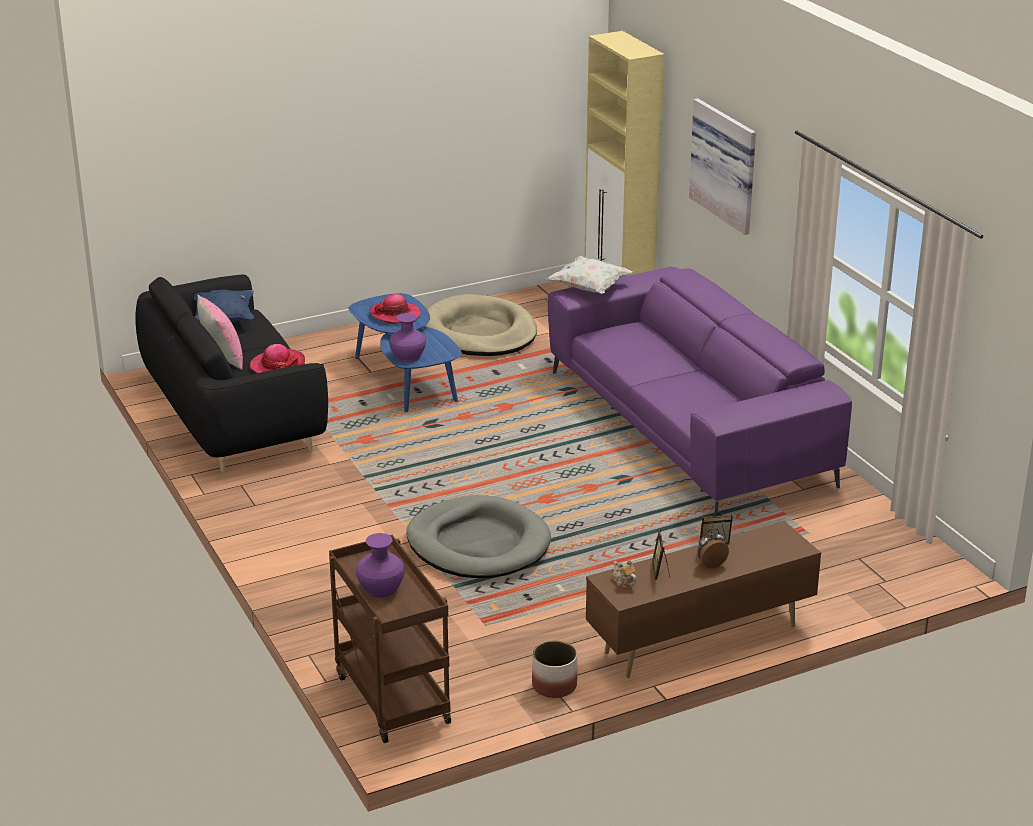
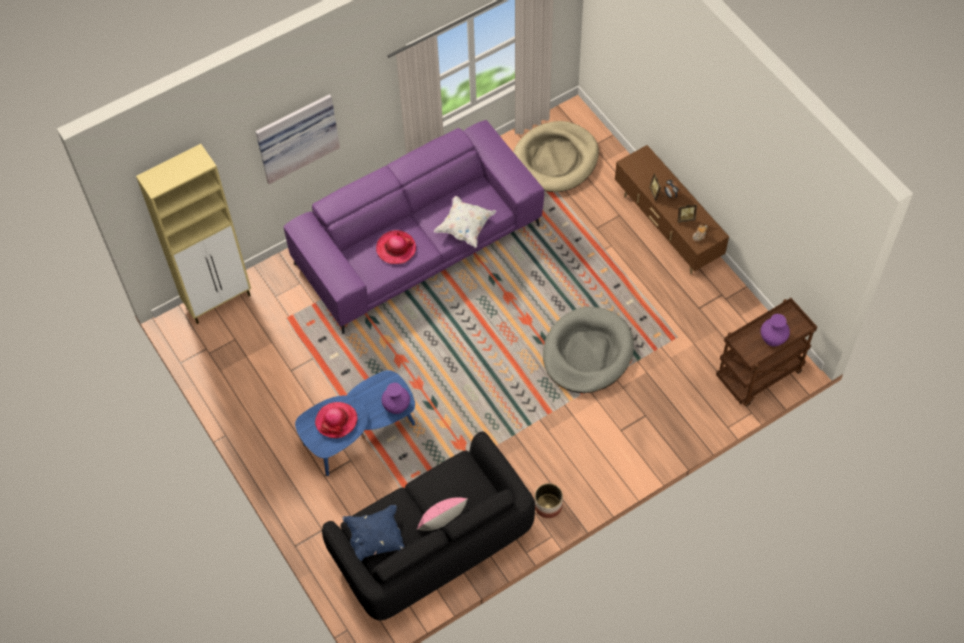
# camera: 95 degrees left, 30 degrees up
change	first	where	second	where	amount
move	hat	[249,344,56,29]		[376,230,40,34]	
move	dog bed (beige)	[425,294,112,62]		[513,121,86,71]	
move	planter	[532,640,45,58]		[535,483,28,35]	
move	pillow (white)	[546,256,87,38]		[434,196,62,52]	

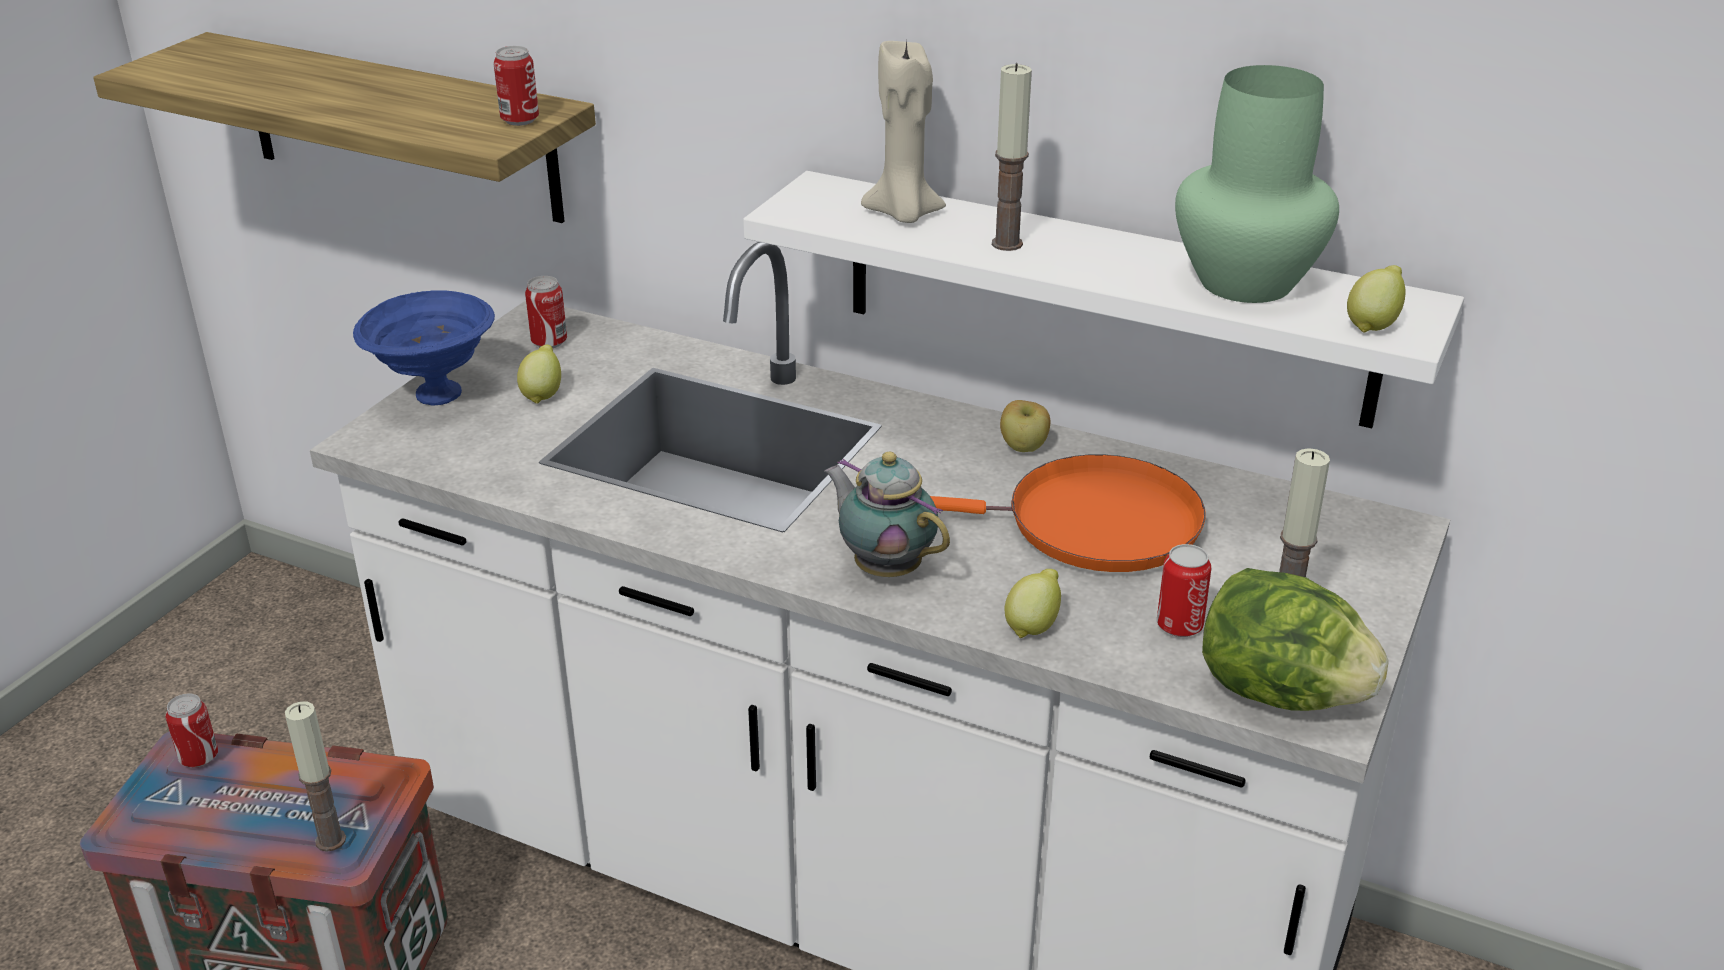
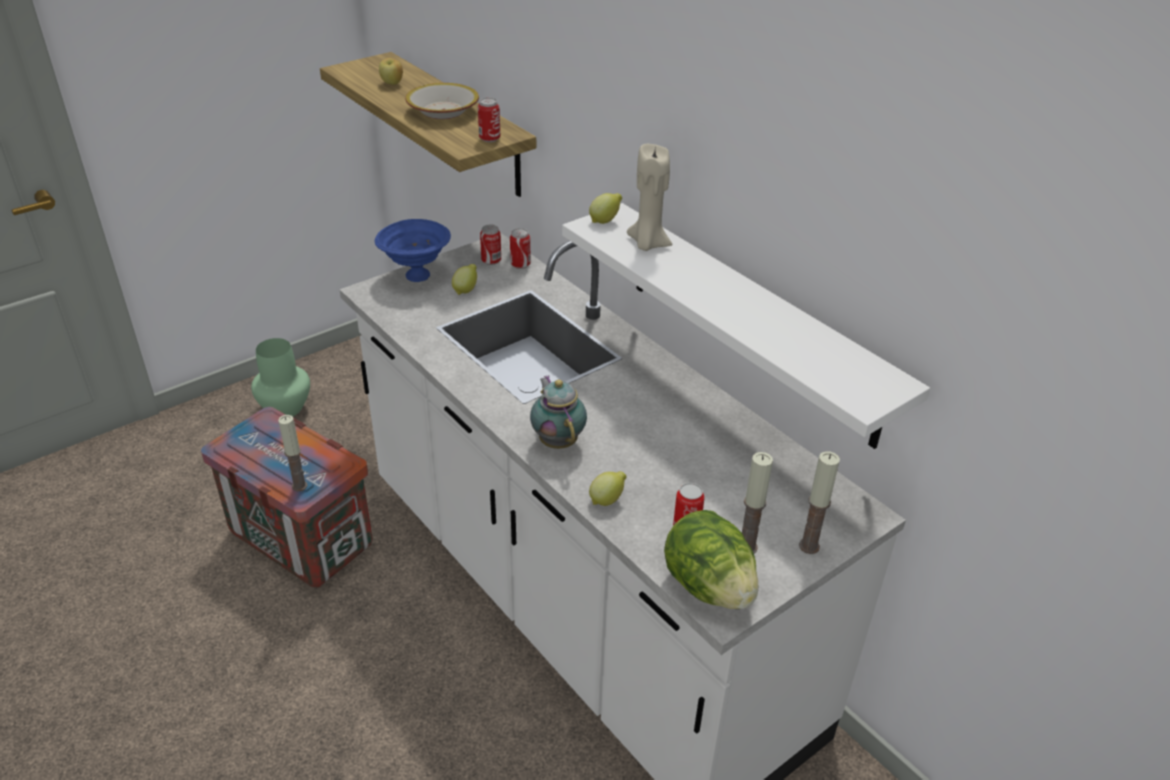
# camera: 25 degrees right, 5 degrees up
change	first	where	second	where	amount
move	can	[165,694,53,74]		[510,228,21,41]	
delete	frying pan (orange)	[930,454,276,118]			
move	candle	[992,63,40,188]		[799,451,41,103]	
move	apple	[1000,400,50,52]		[379,58,24,27]	
move	vase (green)	[1175,65,164,238]		[251,338,59,79]	
move	lemon	[1347,265,59,68]		[589,193,33,31]	
insert			bowl	[405,83,74,36]	

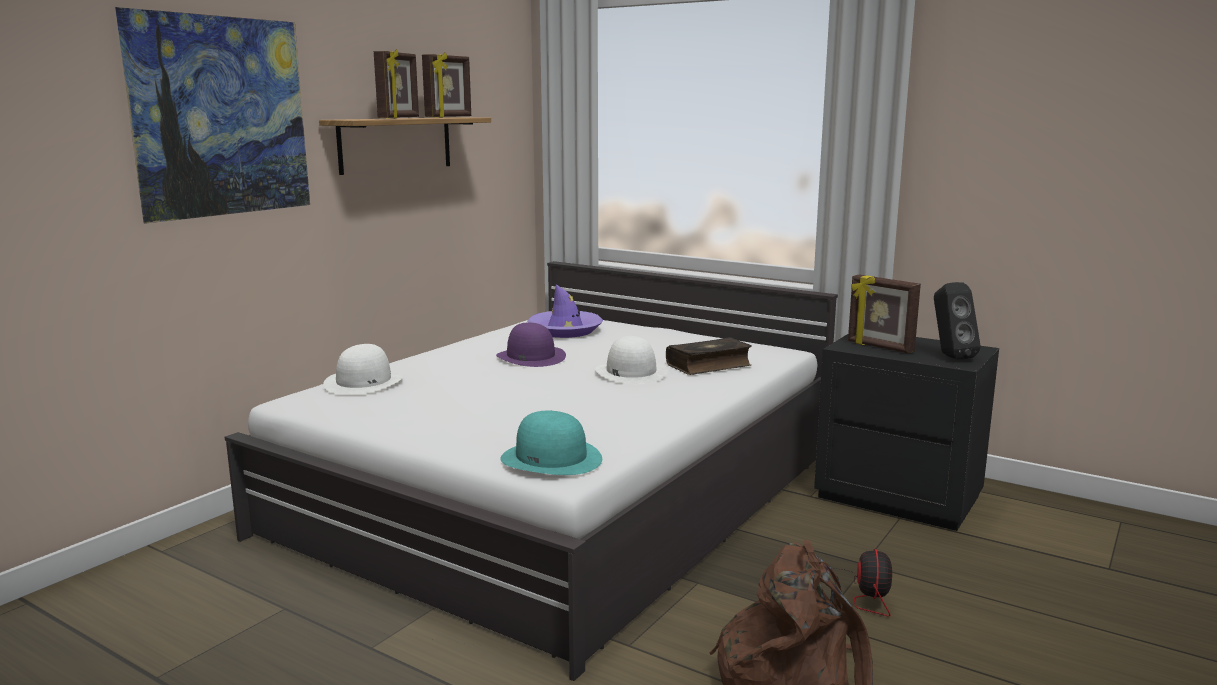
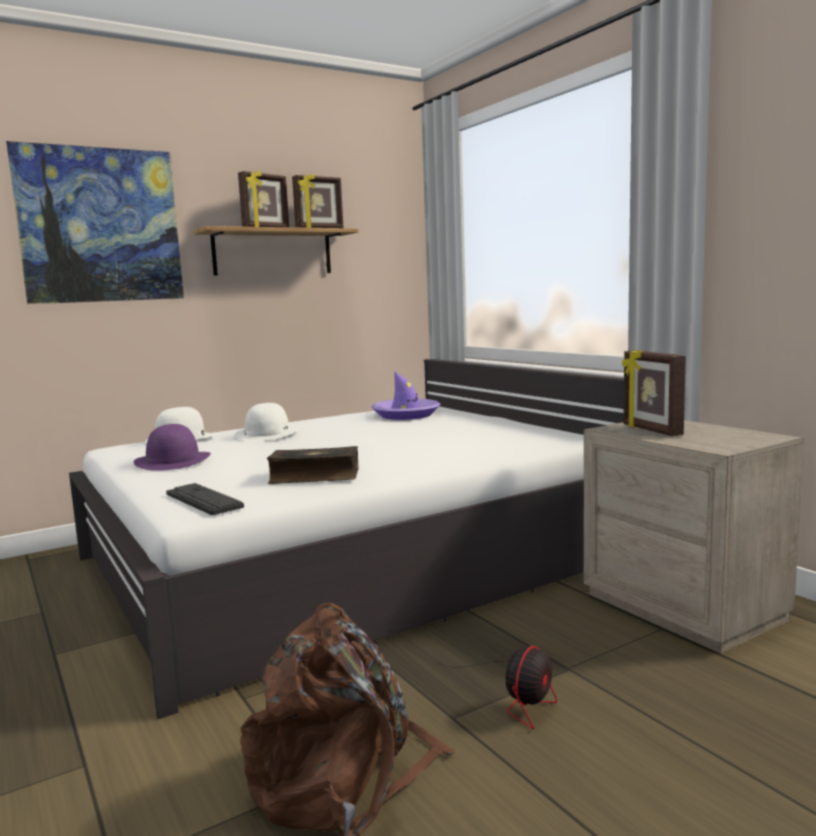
# camera: 25 degrees right, 5 degrees down
change	first	where	second	where	amount
move	hat (purple)	[496,322,70,45]		[134,424,77,47]	
replace	hat (turquoise)	[500,411,102,64]	keyboard	[166,483,78,32]	
move	hat (white)	[595,336,73,48]		[234,403,66,39]	
move	book	[666,337,86,38]		[267,446,92,38]	
recolor	nightstand (black)	[814,334,185,197]	nightstand (beige)	[583,420,221,233]	
delete	speaker (black)	[934,282,47,77]			

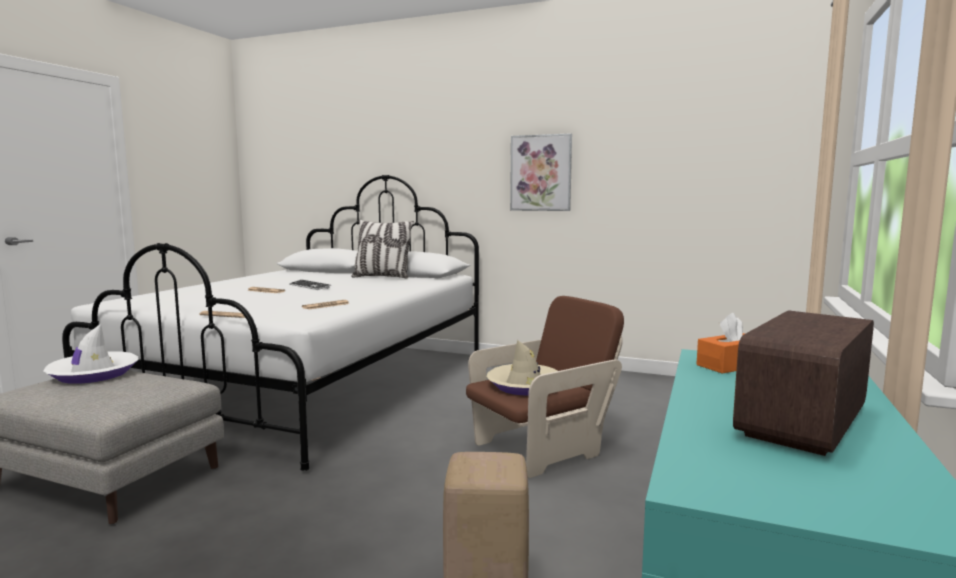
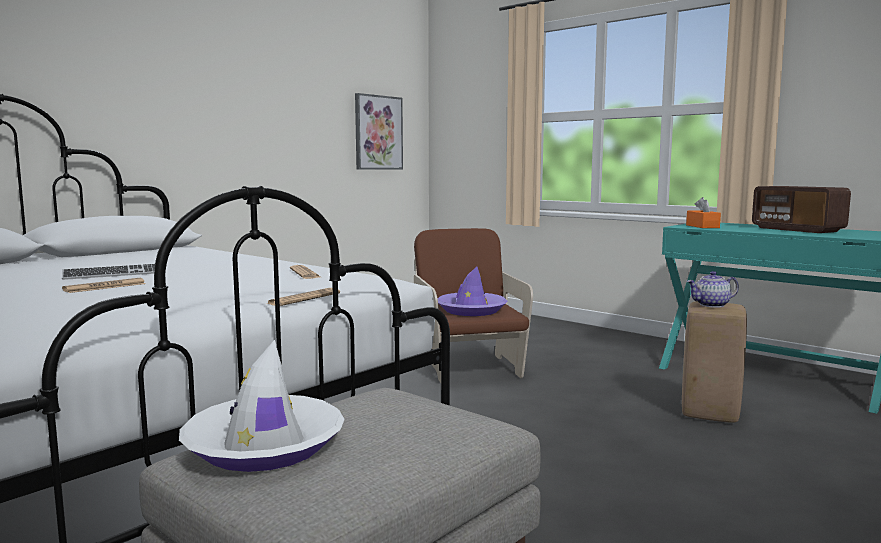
# camera: 70 degrees left, 0 degrees up
change	first	where	second	where	amount
delete	pillow	[351,219,63,59]			
recolor	hat (beige)	[487,340,70,56]	hat (purple)	[438,267,69,49]	
move	picture	[510,133,62,78]		[355,93,48,77]	
insert			teapot	[687,271,52,37]	

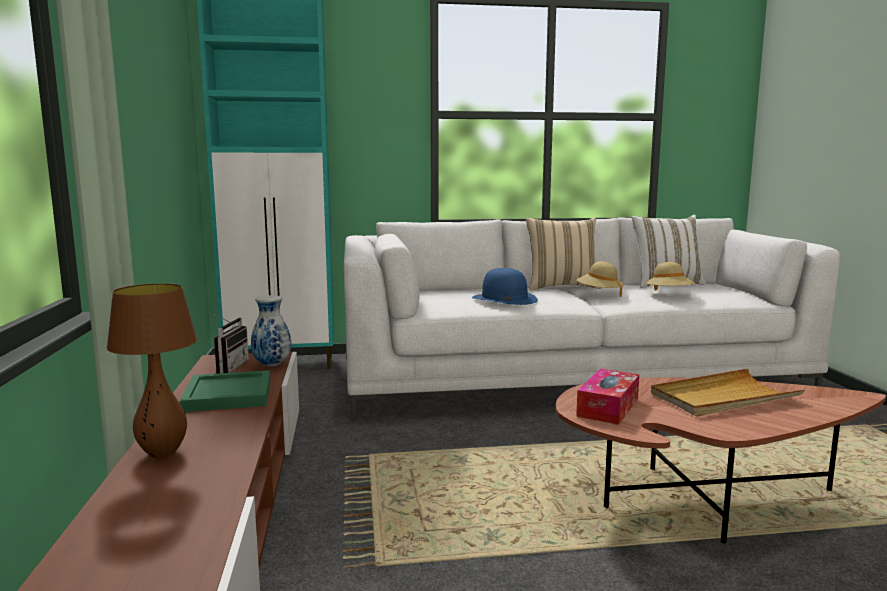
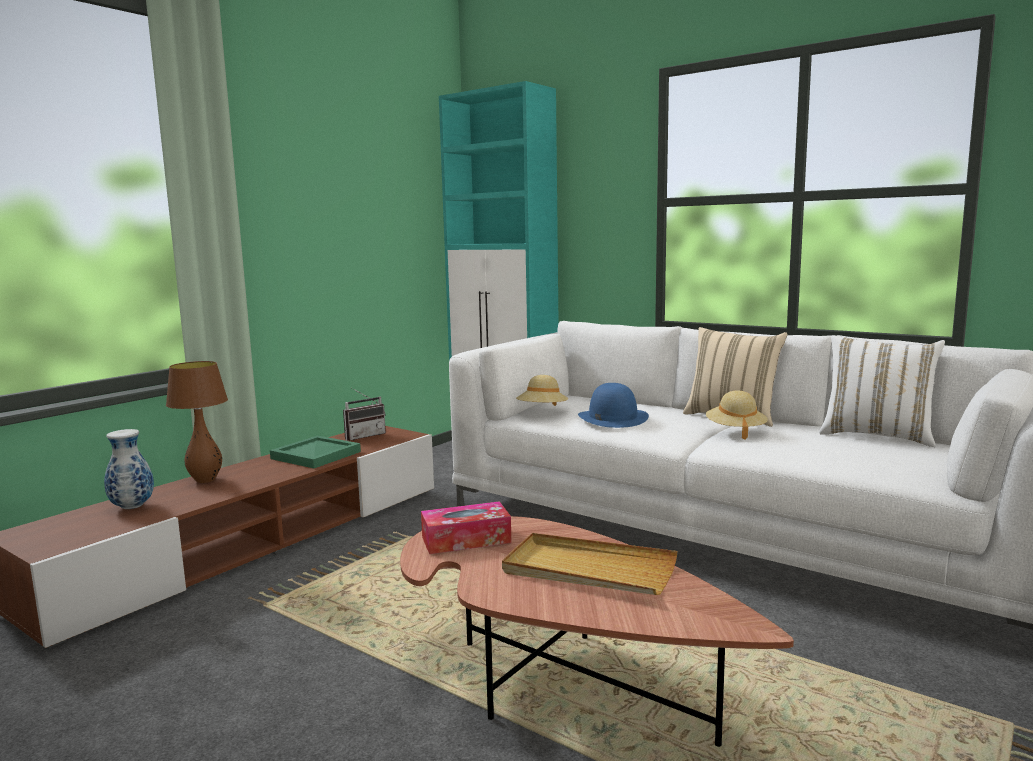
# camera: 45 degrees right, 0 degrees up
change	first	where	second	where	amount
move	vase	[251,295,40,71]		[104,429,50,80]	
move	hat (beige)	[645,262,51,29]		[516,375,53,31]	

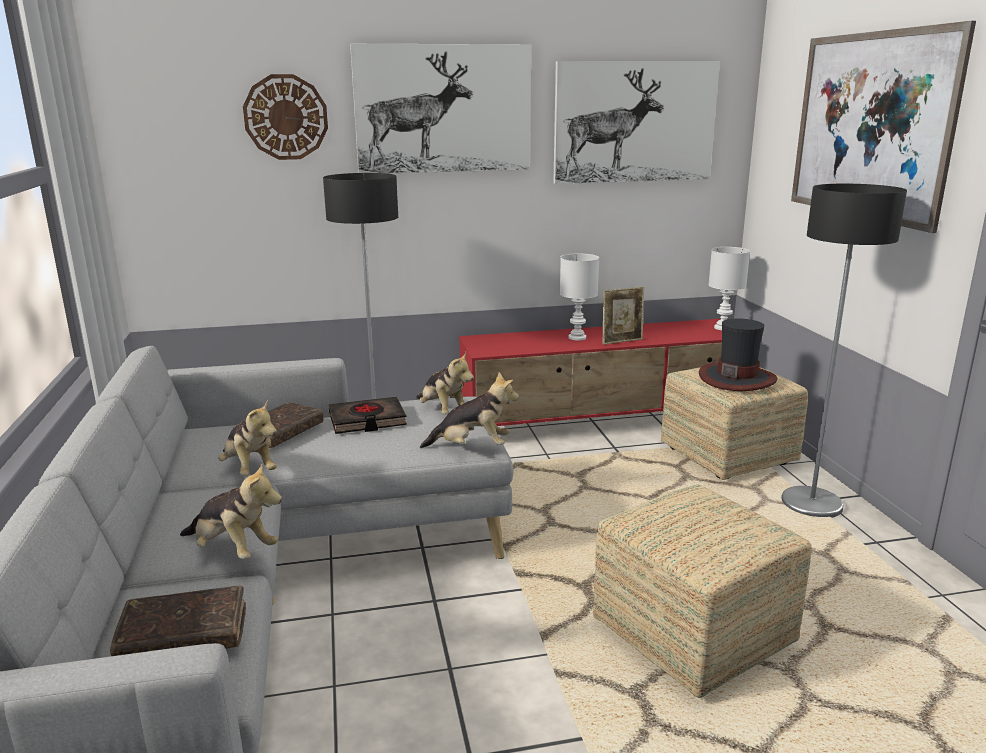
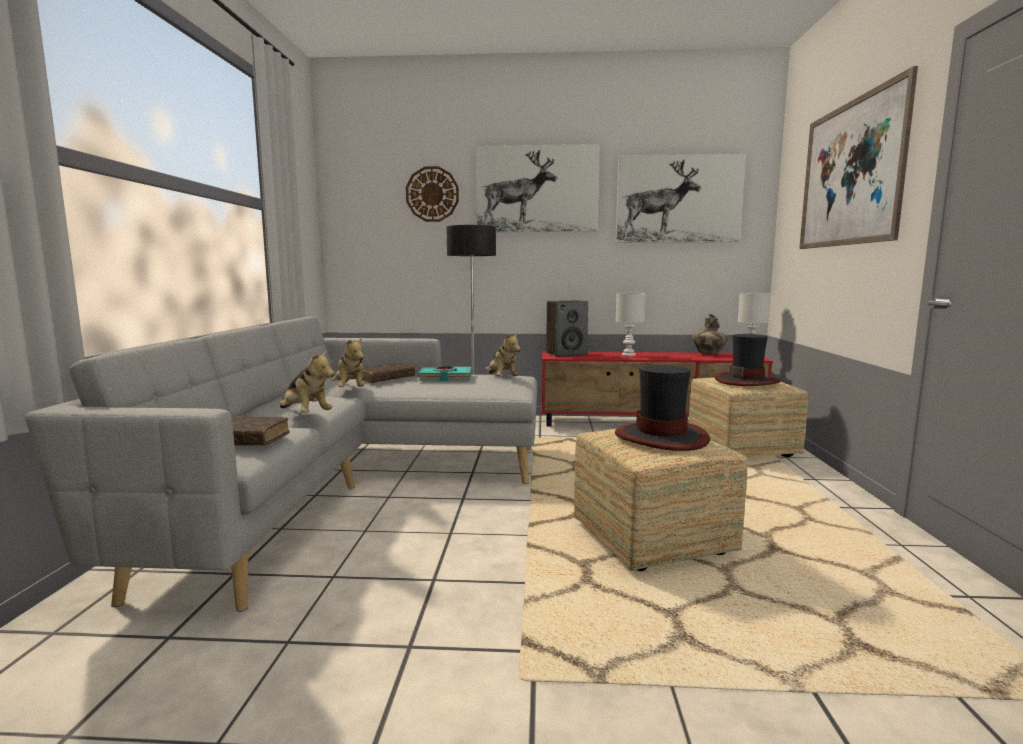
# camera: 15 degrees right, 10 degrees down
change	first	where	second	where	amount
recolor	book (black)	[328,397,79,37]	book (turquoise)	[419,366,52,16]	
delete	plush toy	[420,372,99,76]			
delete	picture frame	[603,287,41,58]			
delete	floor lamp	[781,184,126,334]			
insert			speaker	[546,300,42,57]	
insert			hat	[615,365,95,86]	
insert			vase	[693,314,35,40]	

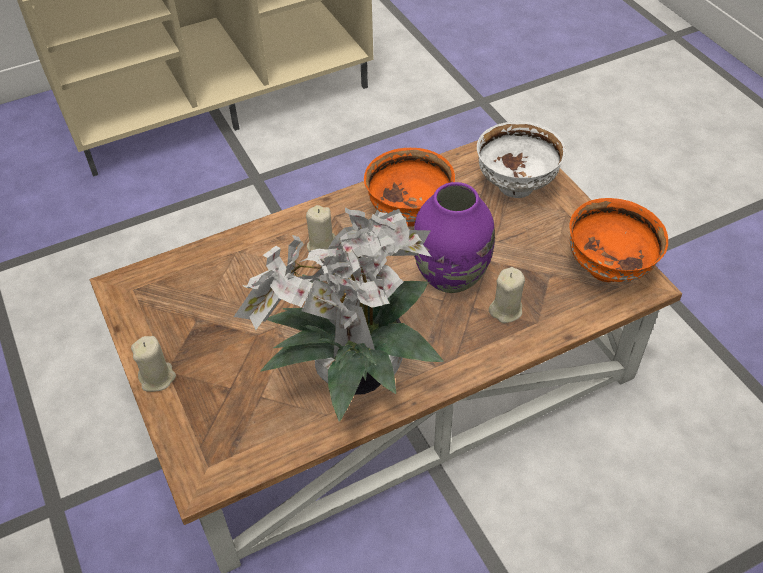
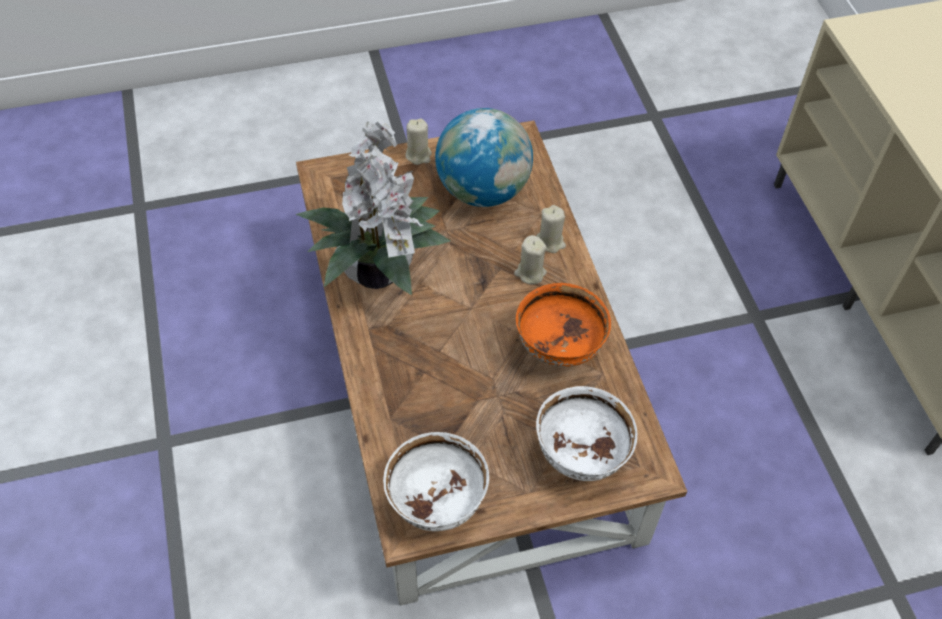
# camera: 100 degrees right, 5 degrees up
change	first	where	second	where	amount
delete	vase (purple)	[414,182,81,111]			
move	candle (beige)	[489,267,36,56]		[536,205,30,48]	
recolor	bowl (orange)	[569,198,99,84]	bowl (white)	[383,432,106,99]	
insert			globe	[435,108,98,99]	

